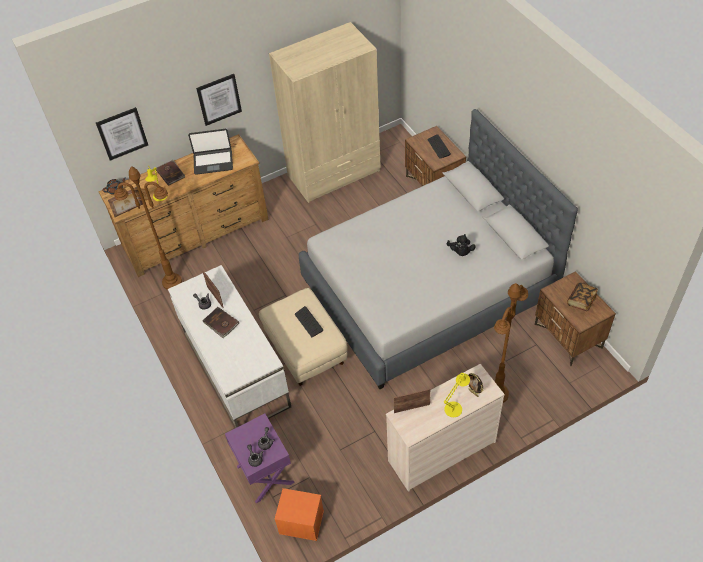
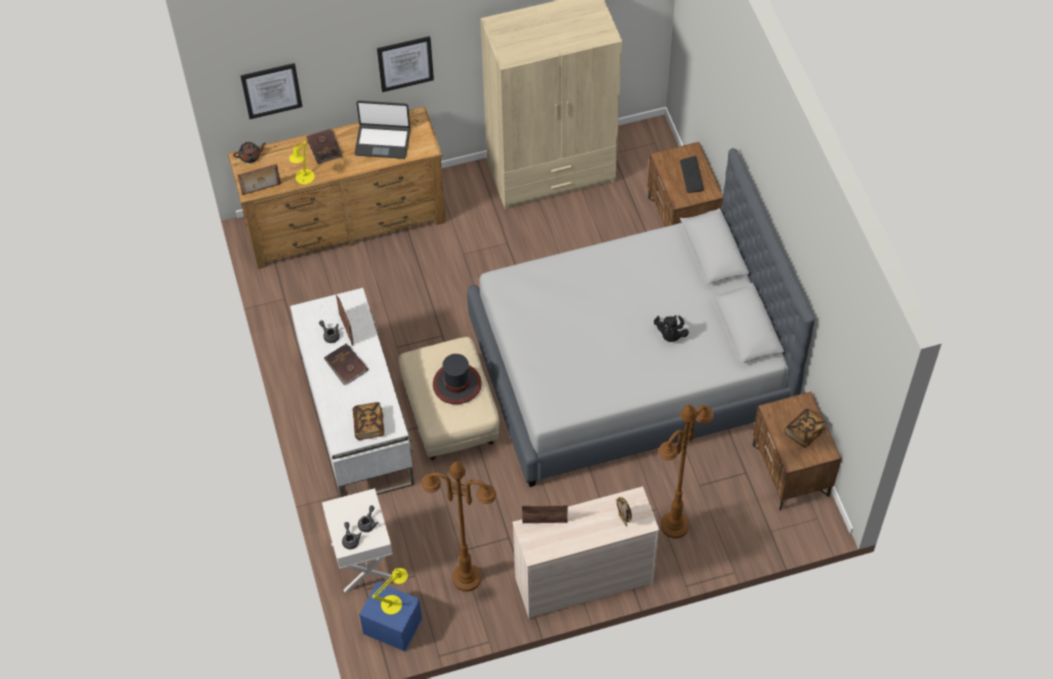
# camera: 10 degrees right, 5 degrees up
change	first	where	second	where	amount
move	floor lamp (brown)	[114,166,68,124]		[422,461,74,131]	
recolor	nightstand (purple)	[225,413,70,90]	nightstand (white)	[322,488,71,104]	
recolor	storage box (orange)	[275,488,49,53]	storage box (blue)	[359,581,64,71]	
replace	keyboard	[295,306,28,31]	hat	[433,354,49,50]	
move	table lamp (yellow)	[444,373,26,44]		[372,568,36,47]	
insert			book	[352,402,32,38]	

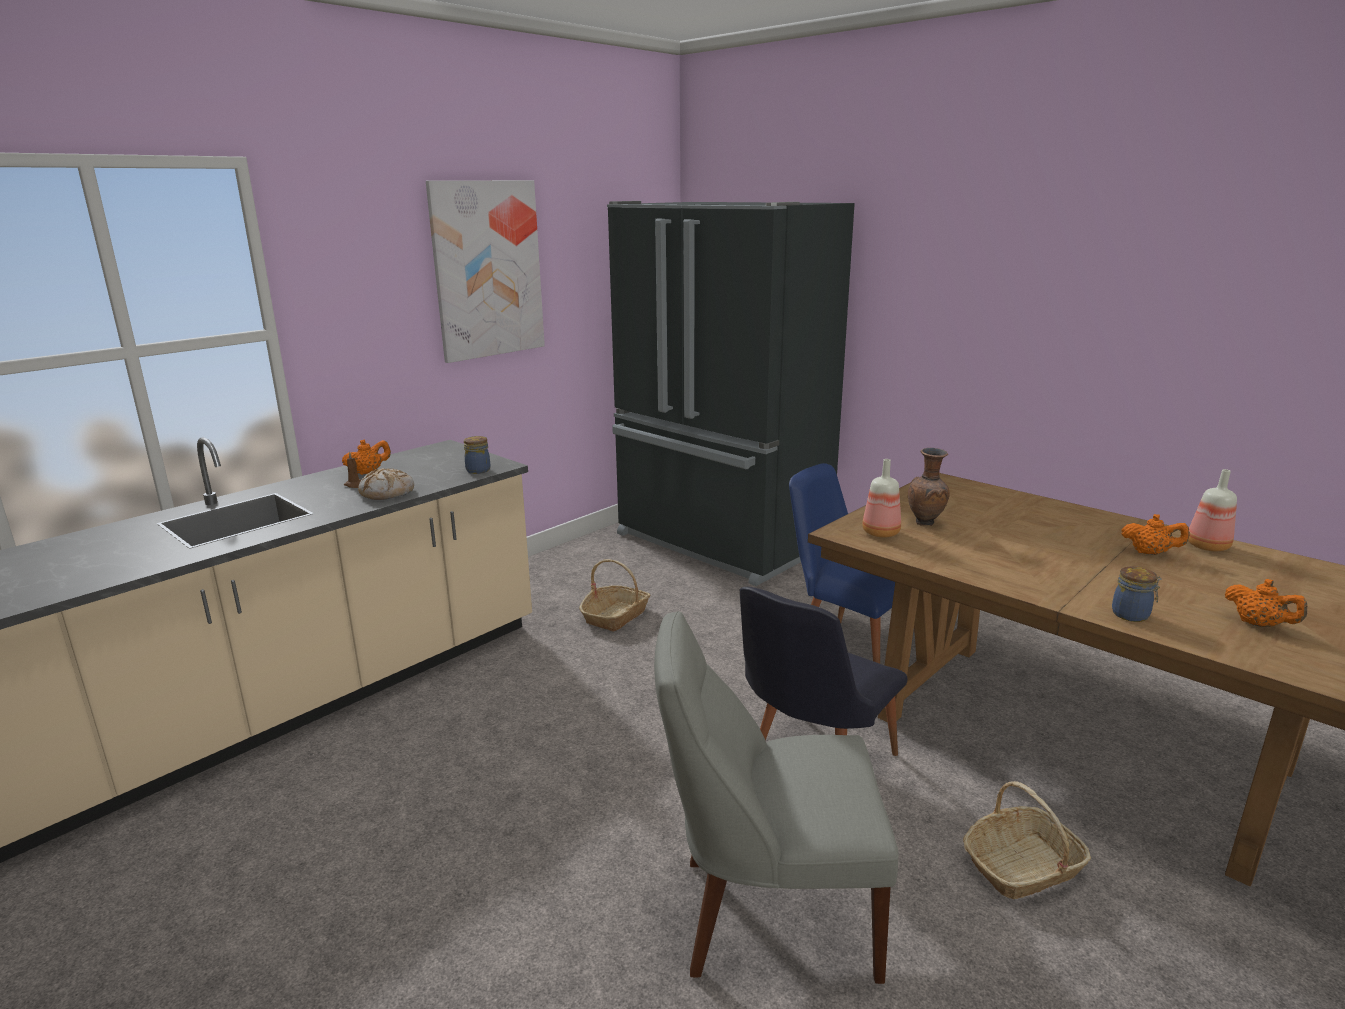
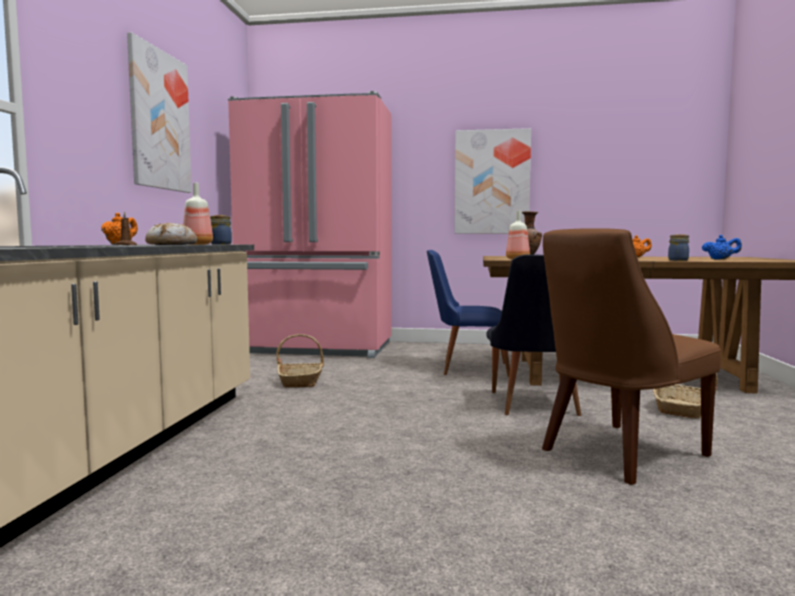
# camera: 35 degrees left, 15 degrees down
change	first	where	second	where	amount
recolor	fridge (black)	[607,201,248,385]	fridge (pink)	[228,91,164,267]	
recolor	chair (grey)	[654,611,245,373]	chair (brown)	[542,228,179,257]	
move	bottle	[1188,469,49,82]		[183,183,30,62]	
recolor	teapot (orange)	[1224,579,83,48]	teapot (blue)	[702,235,40,25]	
insert			picture	[454,128,77,106]	

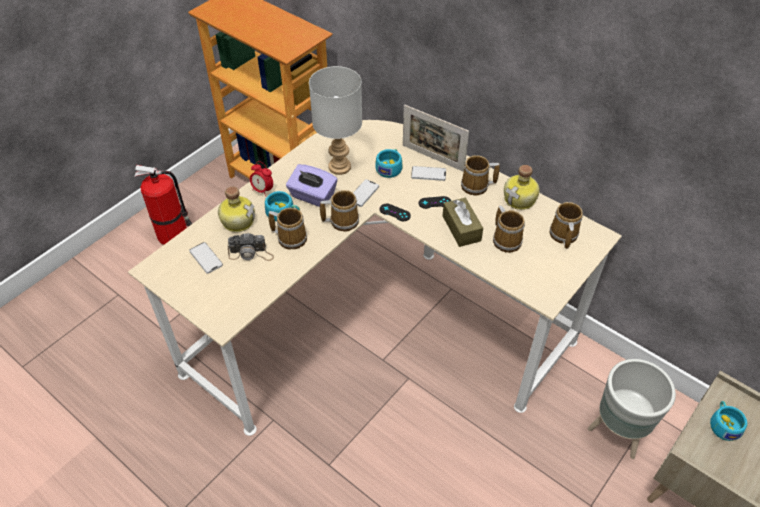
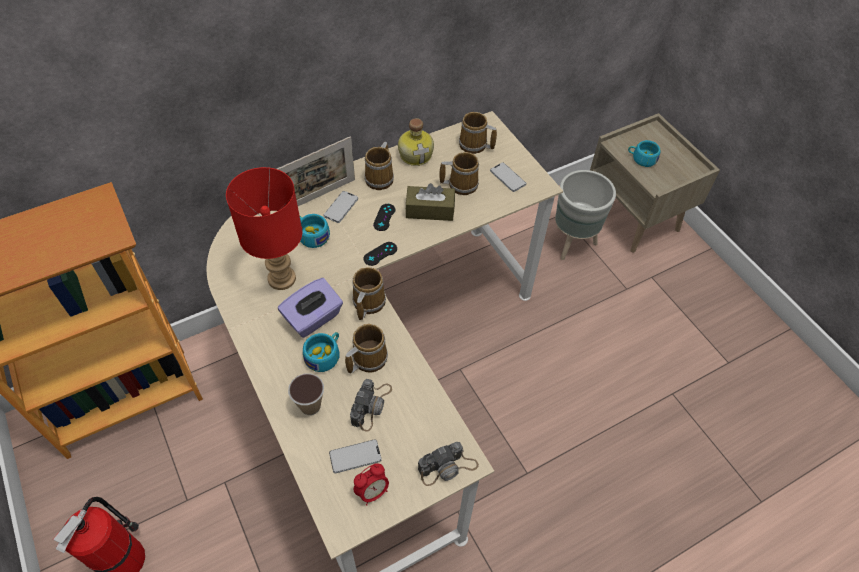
# camera: 70 degrees left, 5 degrees up
change	first	where	second	where	amount
replace	bottle	[218,186,37,46]	cup	[288,374,36,41]	
move	alarm clock	[250,161,23,36]		[354,463,35,43]	
recolor	table lamp (grey)	[309,66,53,109]	table lamp (red)	[226,167,76,123]	
move	phone	[353,179,26,28]		[490,162,36,30]	
insert			photo camera	[418,442,61,44]	

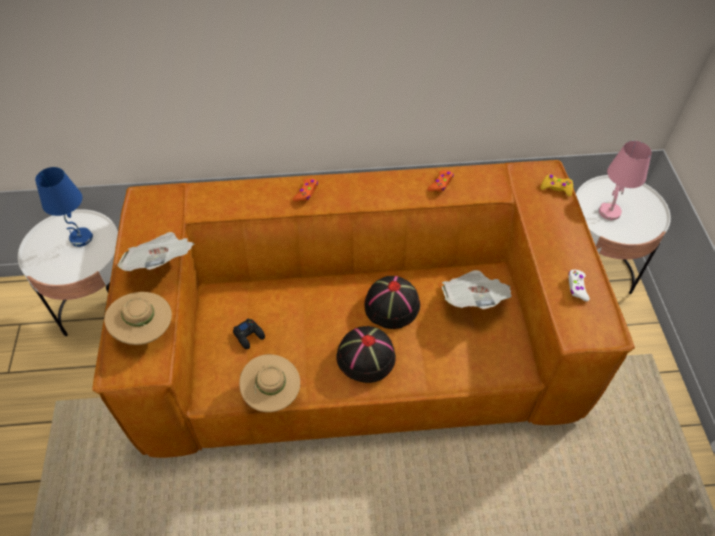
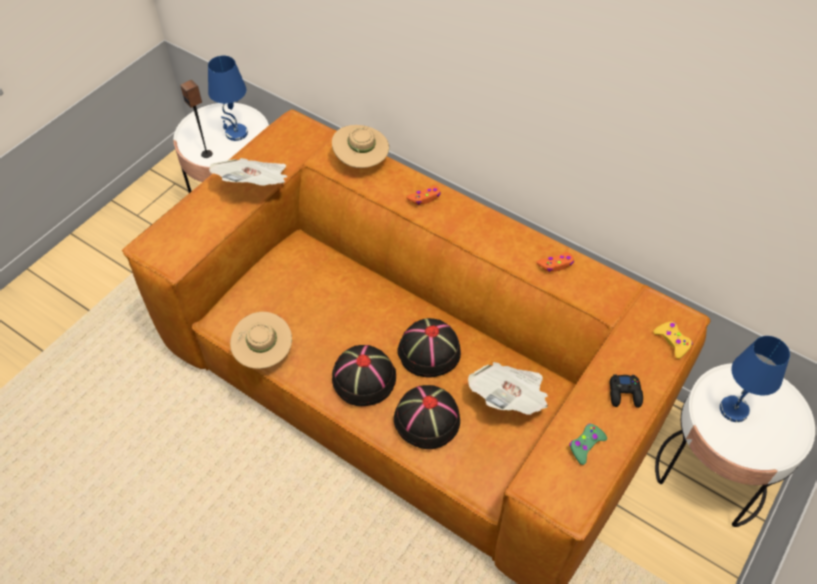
# camera: 40 degrees right, 0 degrees up
change	first	where	second	where	amount
move	hat (beige)	[104,292,68,53]		[332,125,57,43]	
move	game controller (black)	[233,319,32,30]		[610,374,33,34]	
recolor	game controller (white)	[569,270,21,31]	game controller (green)	[569,424,38,41]	
recolor	table lamp (pink)	[599,141,53,79]	table lamp (blue)	[720,336,70,86]	
insert			speaker	[180,80,33,78]	
insert			hat (black)	[394,385,66,64]	

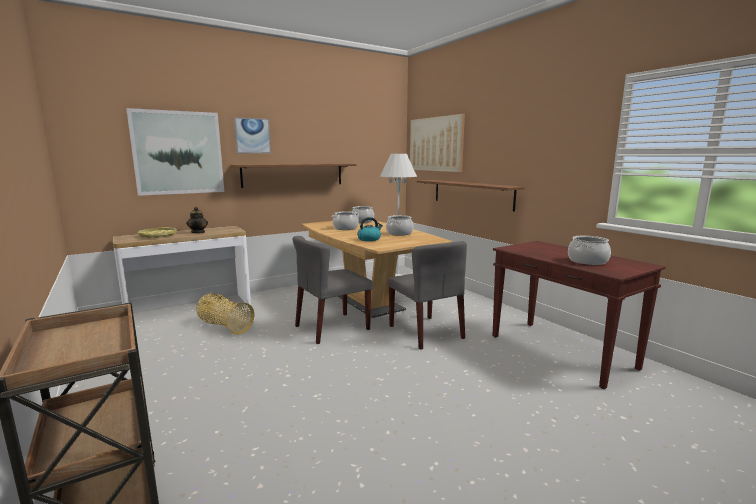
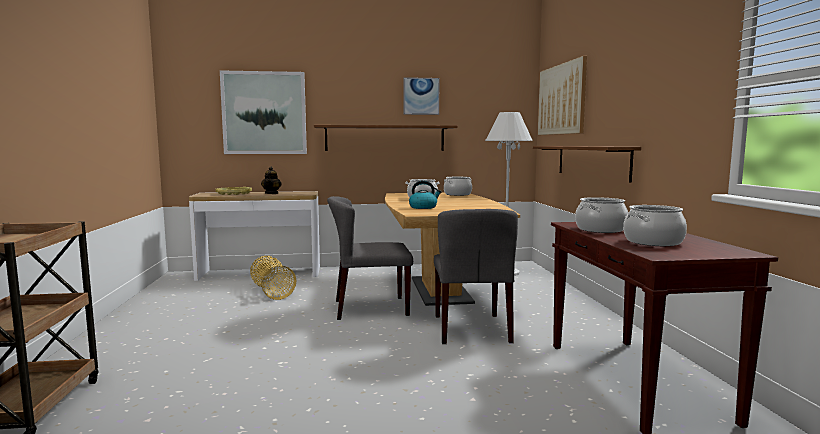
# camera: 25 degrees right, 5 degrees down
change	first	where	second	where	amount
move	picture	[234,117,37,36]		[403,77,36,38]	
move	cooking pot	[386,215,28,21]		[575,197,53,36]	

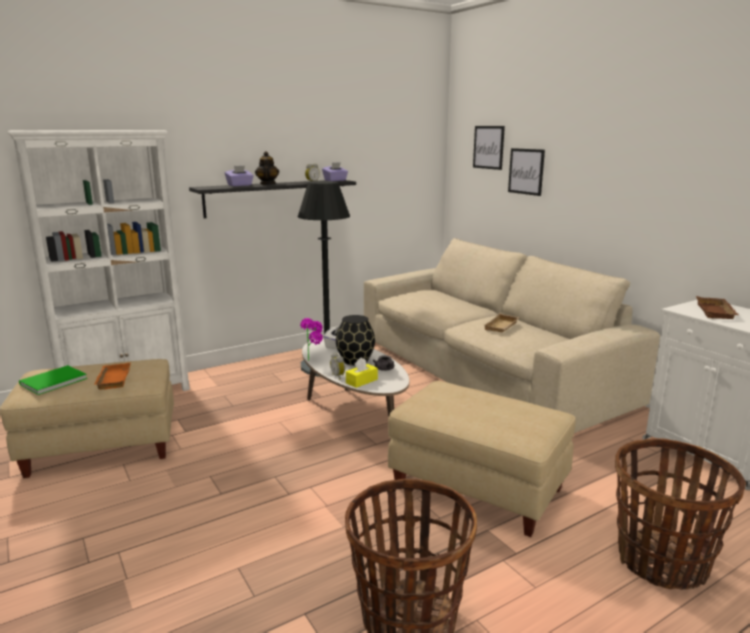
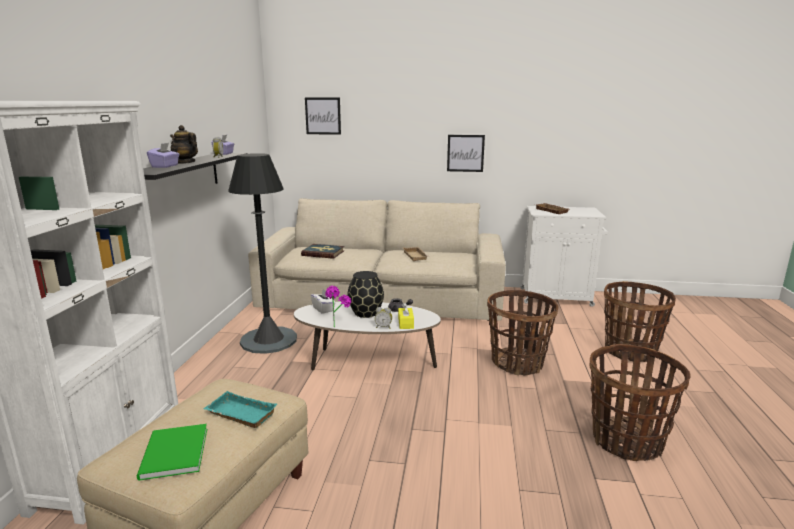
# camera: 50 degrees left, 0 degrees up
change	first	where	second	where	amount
recolor	tray (orange)	[94,363,37,27]	tray (turquoise)	[203,391,74,37]	
replace	ottoman (beige)	[388,381,188,156]	basket	[487,290,71,86]	
move	picture	[508,148,37,48]		[447,135,38,37]	
insert			book	[301,244,43,15]	

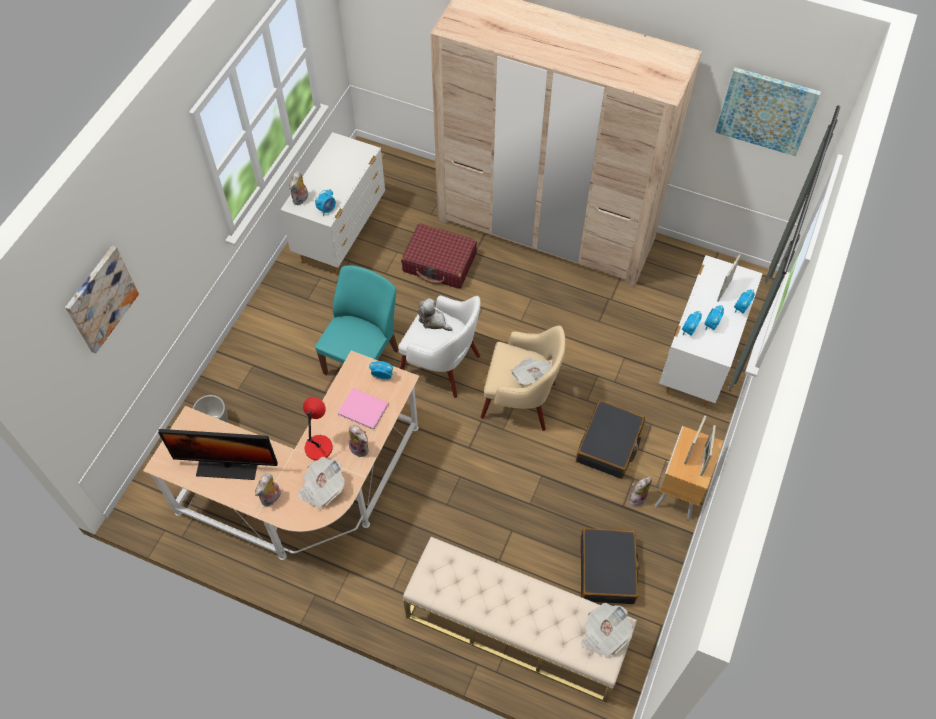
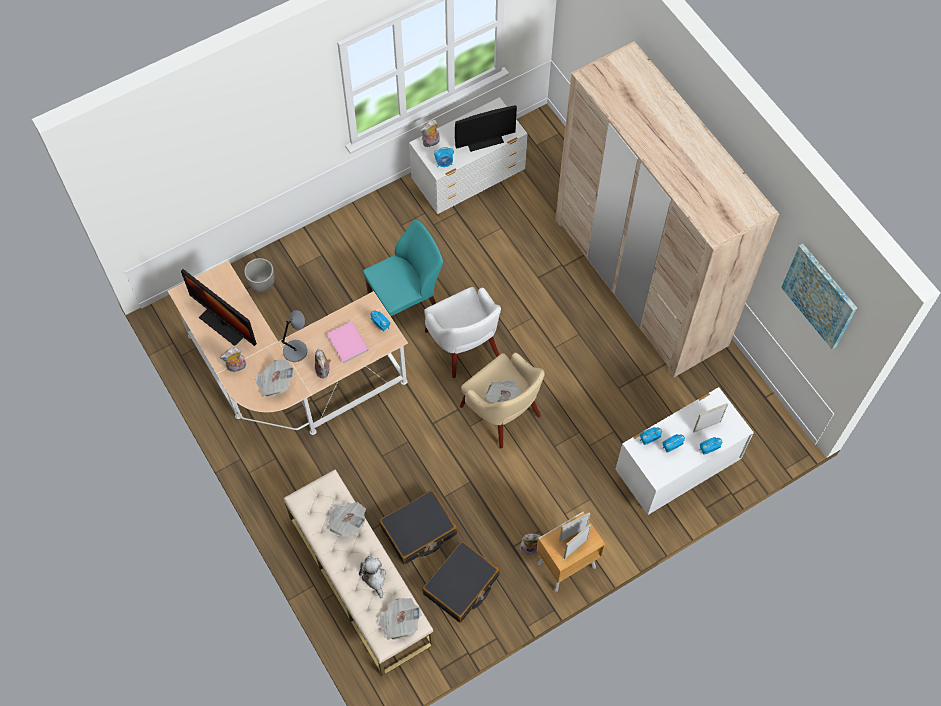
# camera: 35 degrees right, 5 degrees up
change	first	where	second	where	amount
delete	picture	[65,246,74,108]			
recolor	table lamp (red)	[303,397,30,63]	table lamp (grey)	[281,310,26,52]	
delete	suitcase (red)	[401,223,76,66]			
move	plush toy	[417,298,35,33]		[359,556,27,42]	
move	suitcase (black)	[576,400,69,79]		[379,490,78,75]	
insert			newspaper	[327,502,39,35]	
insert			monitor	[455,105,62,47]	

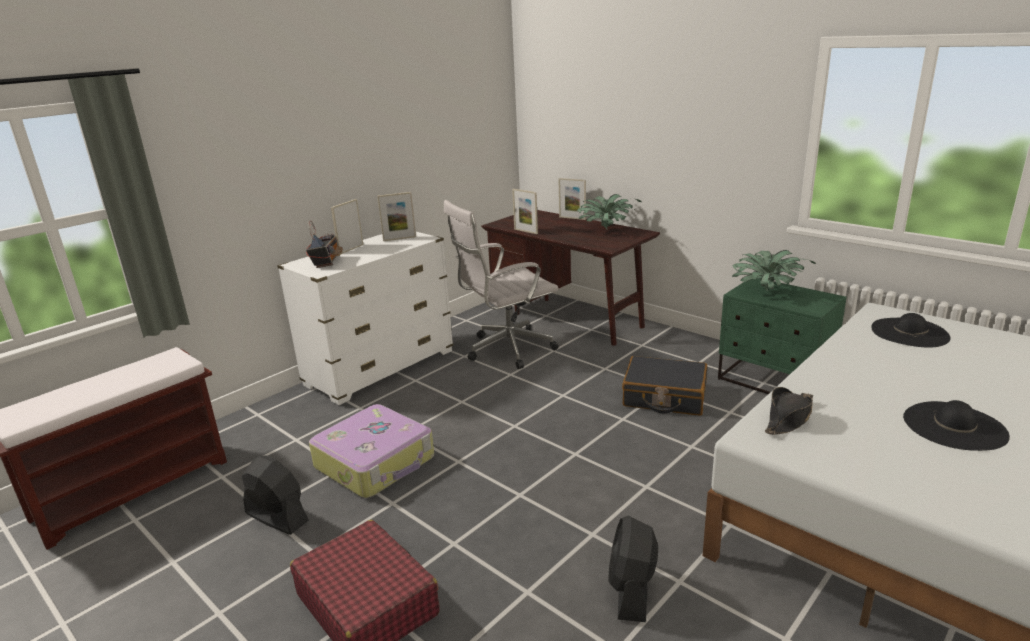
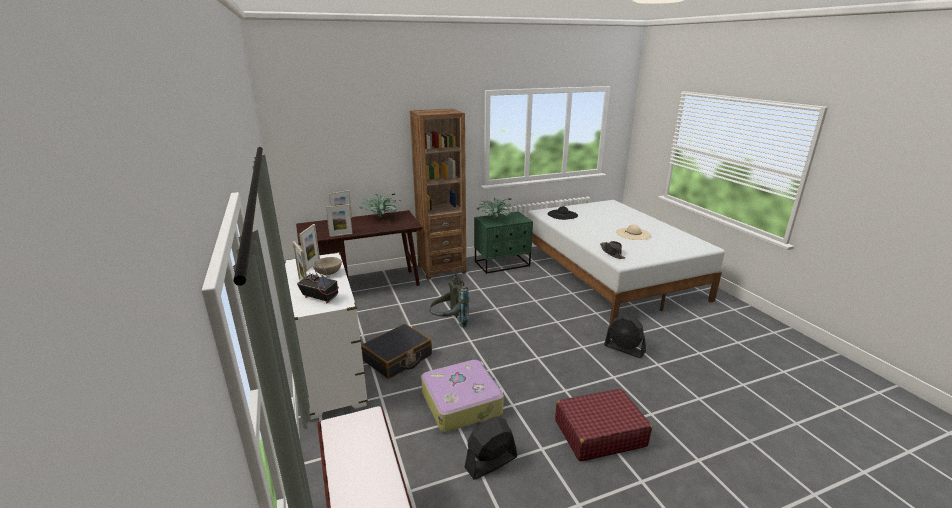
# camera: 65 degrees left, 0 degrees up
change	first	where	second	where	amount
delete	office chair (white)	[444,200,115,169]			
move	suitcase (black)	[622,356,85,60]		[361,324,71,55]	
recolor	hat (black)	[903,400,107,51]	hat (beige)	[616,224,35,16]	
insert			bowl (beige)	[313,257,29,18]	
insert			bookcase (brown)	[410,109,56,171]	
insert			backpack (grey)	[429,273,40,55]	

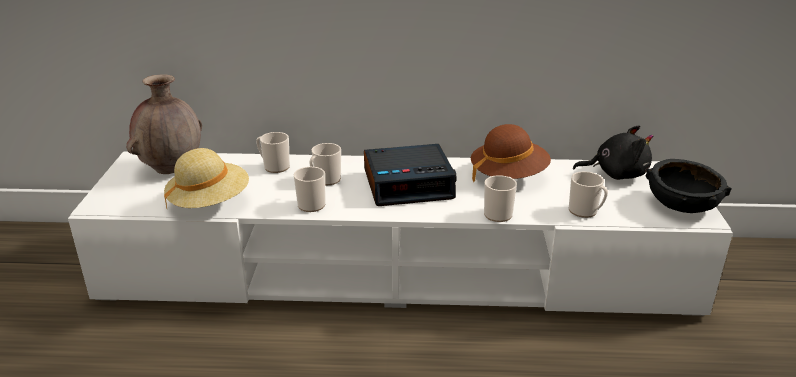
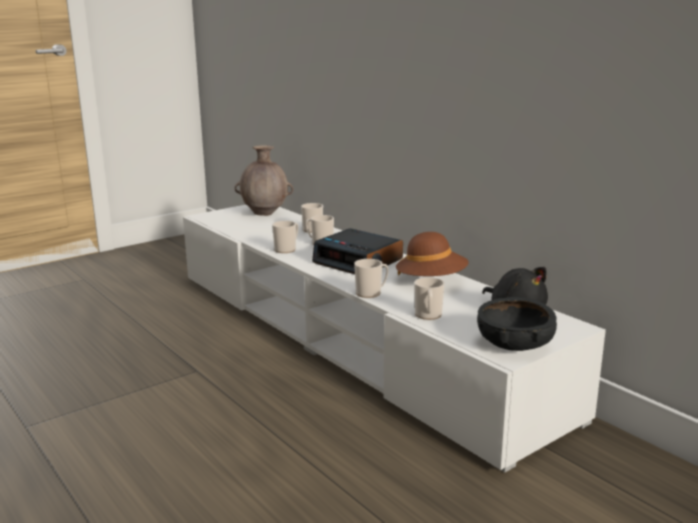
# camera: 50 degrees right, 10 degrees down
change	first	where	second	where	amount
delete	hat (beige)	[164,148,85,60]			

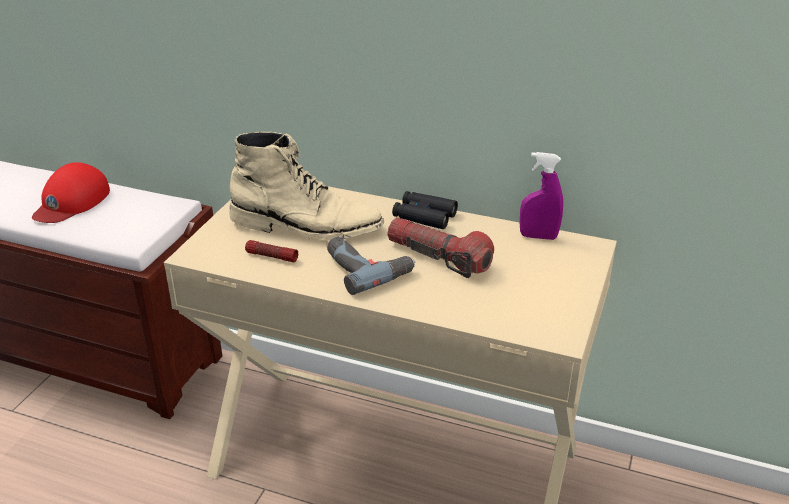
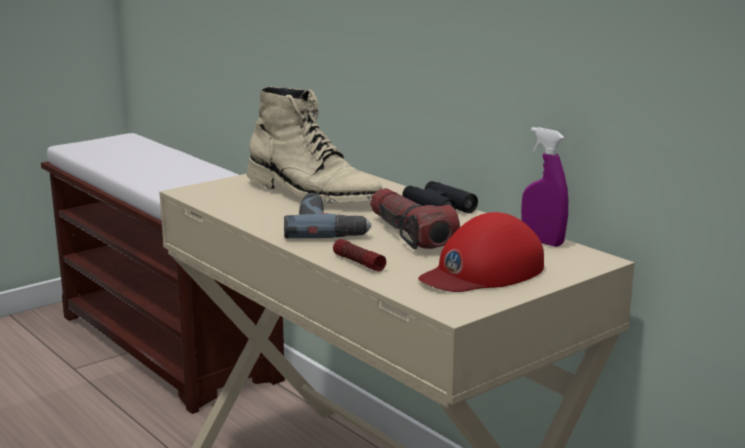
# camera: 30 degrees right, 15 degrees down
change	first	where	second	where	amount
move	cap (red)	[32,162,78,61]		[418,212,126,80]	
move	flashlight	[245,240,53,22]		[333,239,53,33]	

